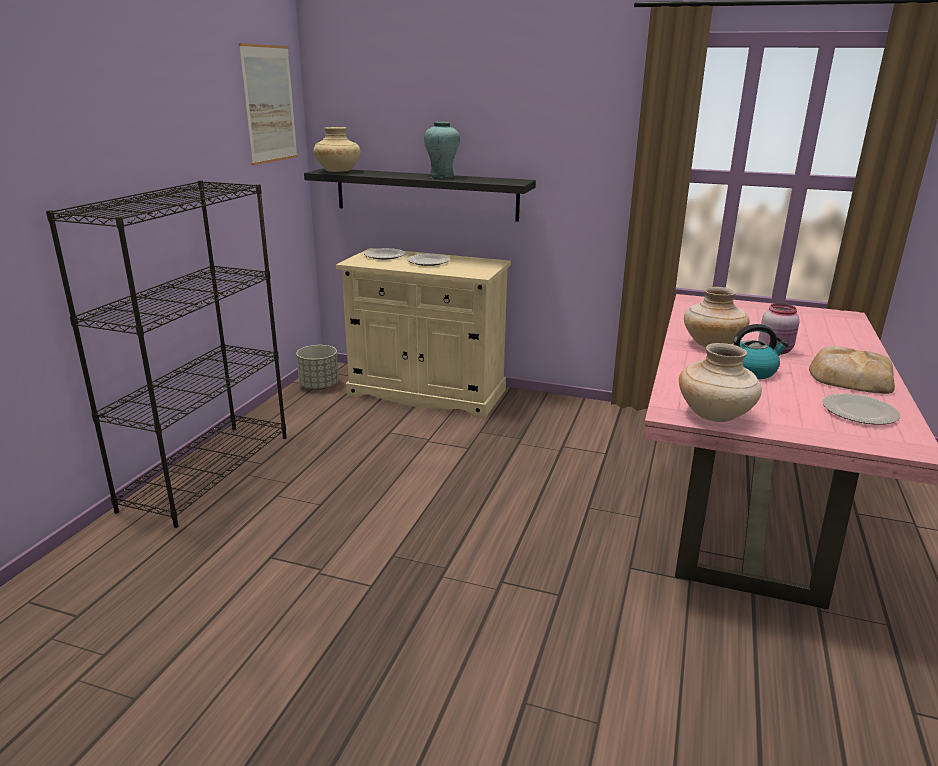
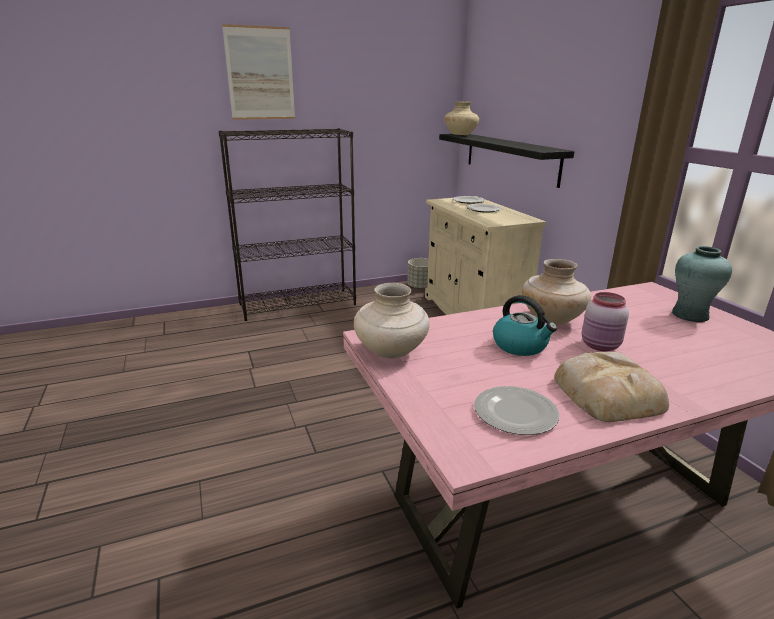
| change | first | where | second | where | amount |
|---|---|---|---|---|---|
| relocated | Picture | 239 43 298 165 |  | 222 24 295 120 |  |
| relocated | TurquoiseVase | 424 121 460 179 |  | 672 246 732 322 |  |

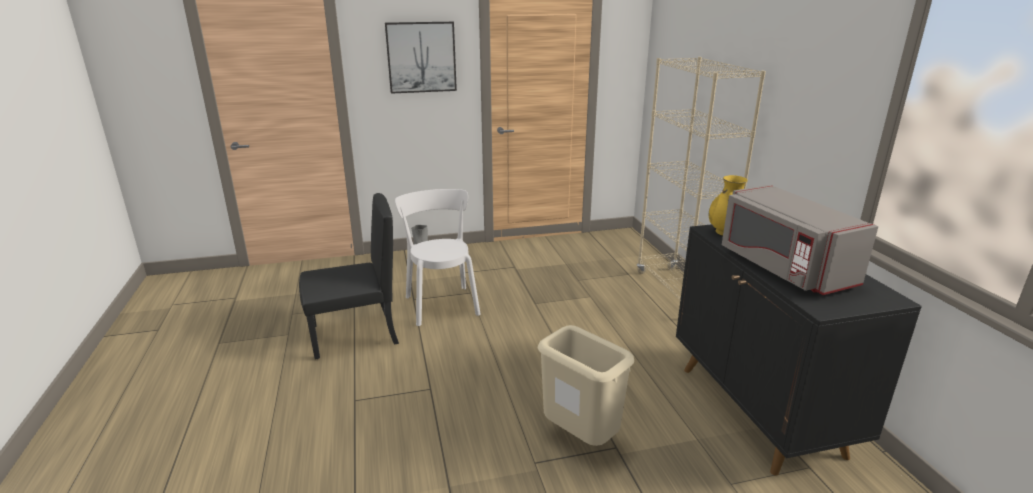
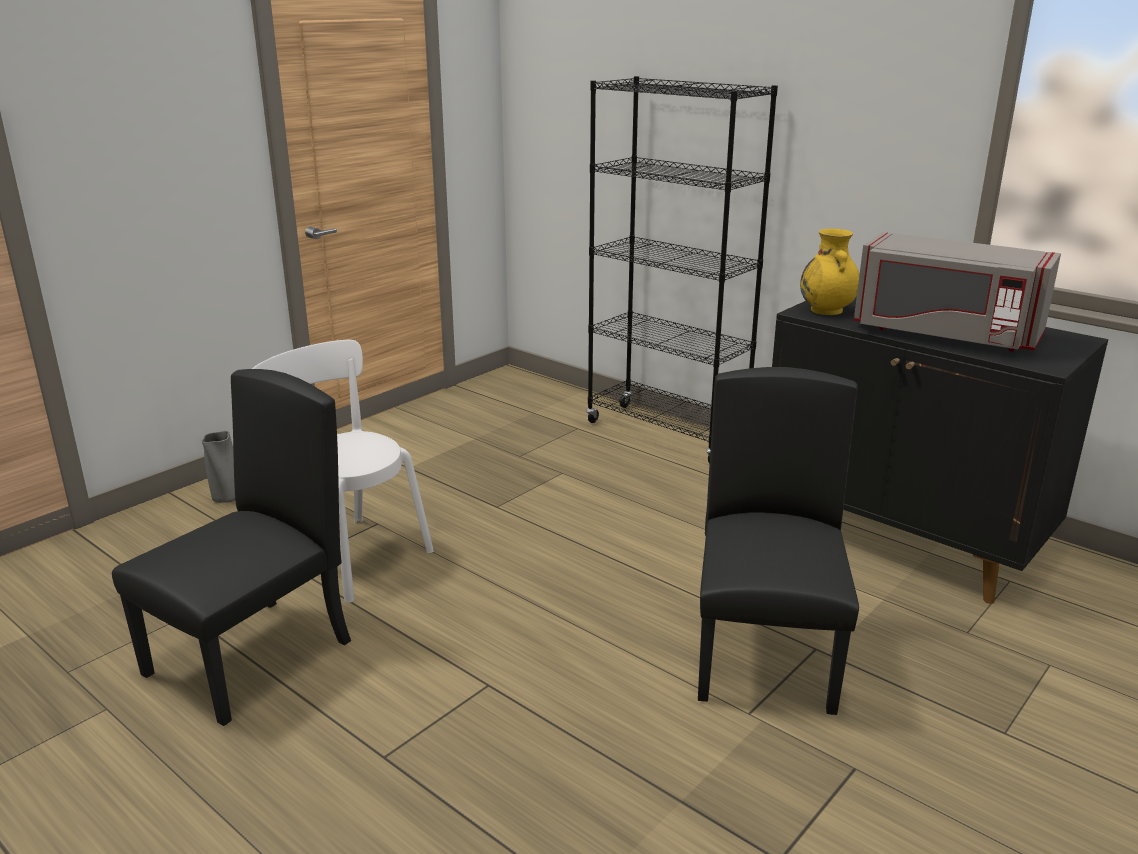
| change | first | where | second | where | amount |
|---|---|---|---|---|---|
| missing | Picture | 385 22 457 94 |  |  |  |
| colour | BeigeBookcase | 637 57 766 300 | BlackBookcase | 586 76 778 463 |  |
| exchanged | BeigeTrashCan | 538 325 634 446 | BlackChair | 698 367 859 715 |  |

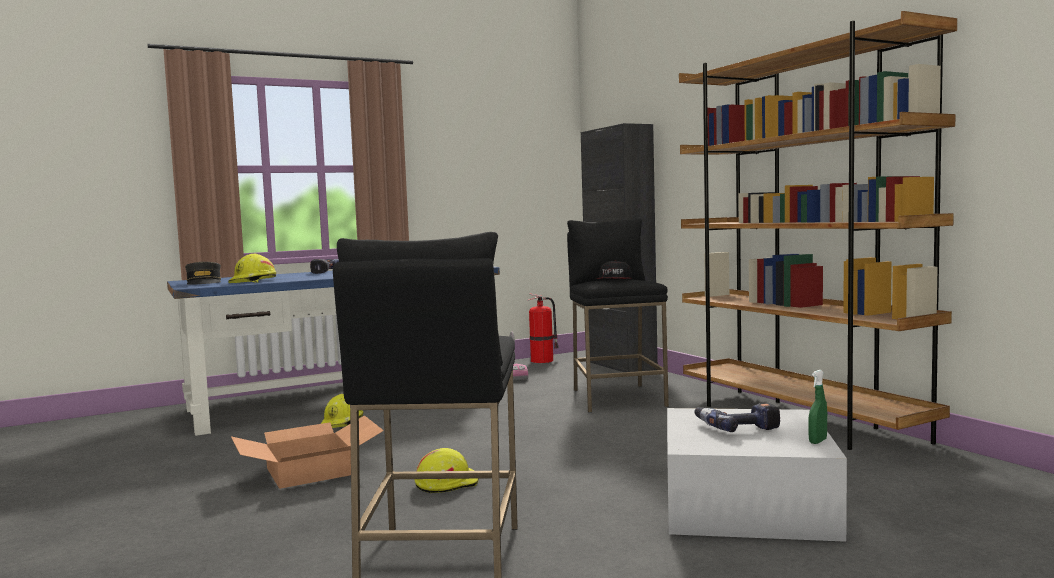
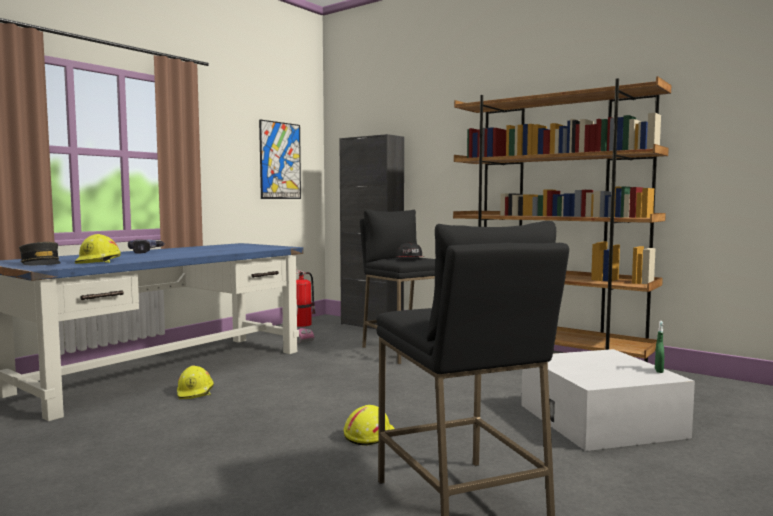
| change | first | where | second | where | amount |
|---|---|---|---|---|---|
| missing | PowerDrill | 695 403 780 432 |  |  |  |
| missing | CardboardBox | 231 415 384 489 |  |  |  |
| appeared |  |  | Picture | 259 119 301 199 |  |

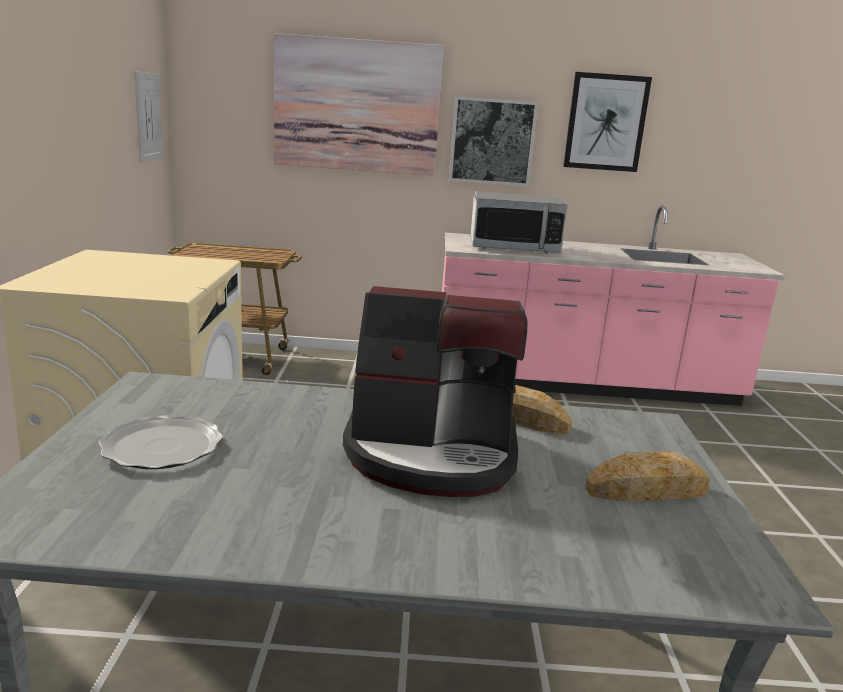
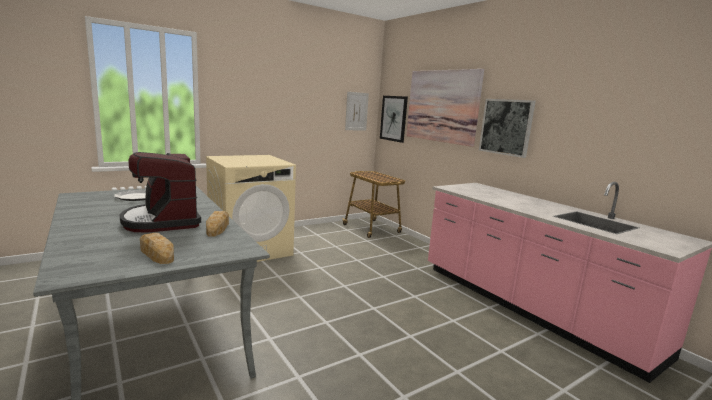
| change | first | where | second | where | amount |
|---|---|---|---|---|---|
| relocated | Picture | 563 72 652 172 |  | 380 96 408 143 |  |
| missing | Microwave | 470 191 568 253 |  |  |  |

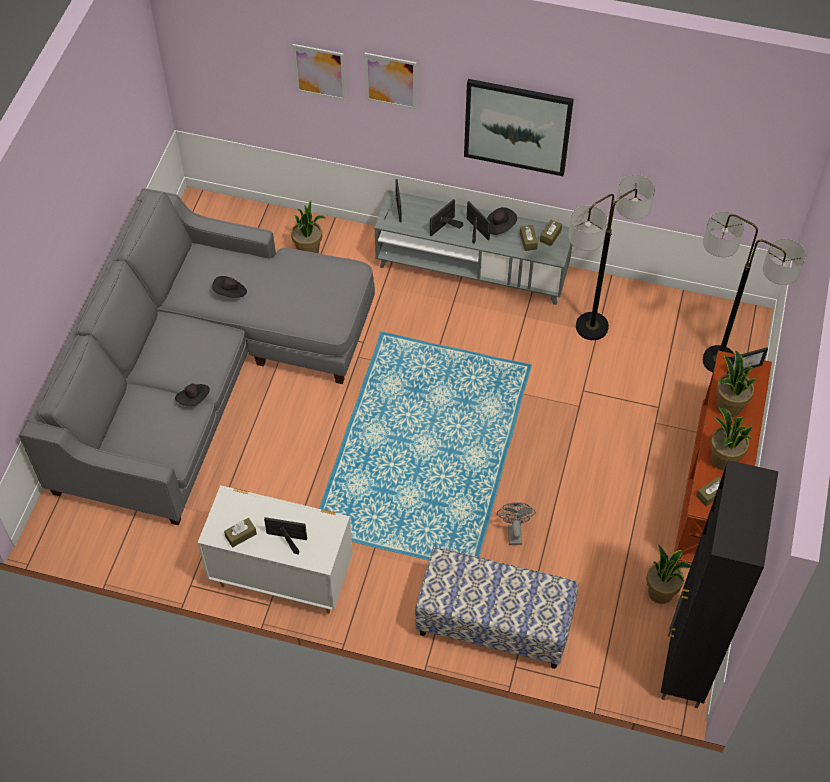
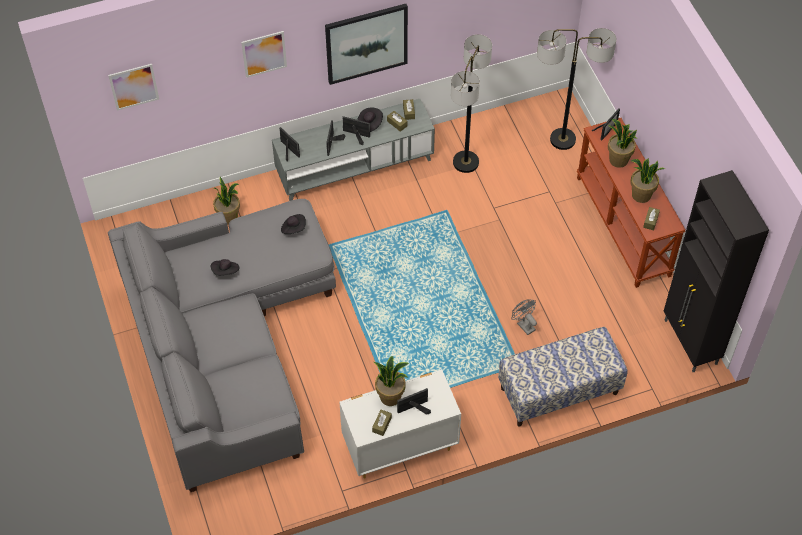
| change | first | where | second | where | amount |
|---|---|---|---|---|---|
| relocated | Picture | 292 44 346 101 |  | 108 64 159 111 |  |
| relocated | BlackHat | 175 384 210 406 |  | 281 214 306 234 |  |
| relocated | PottedPlant | 646 545 691 604 |  | 374 356 409 406 |  |

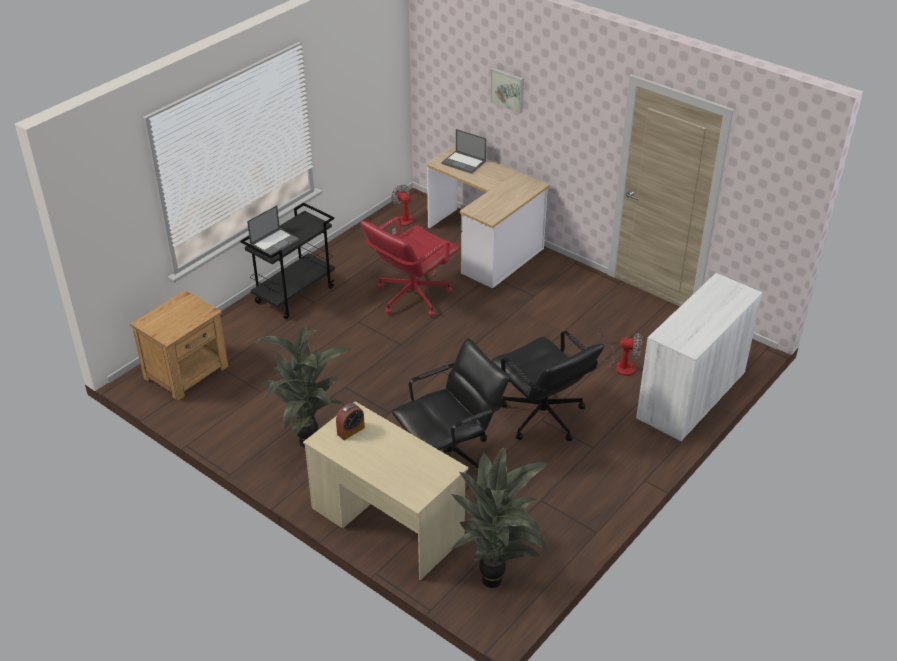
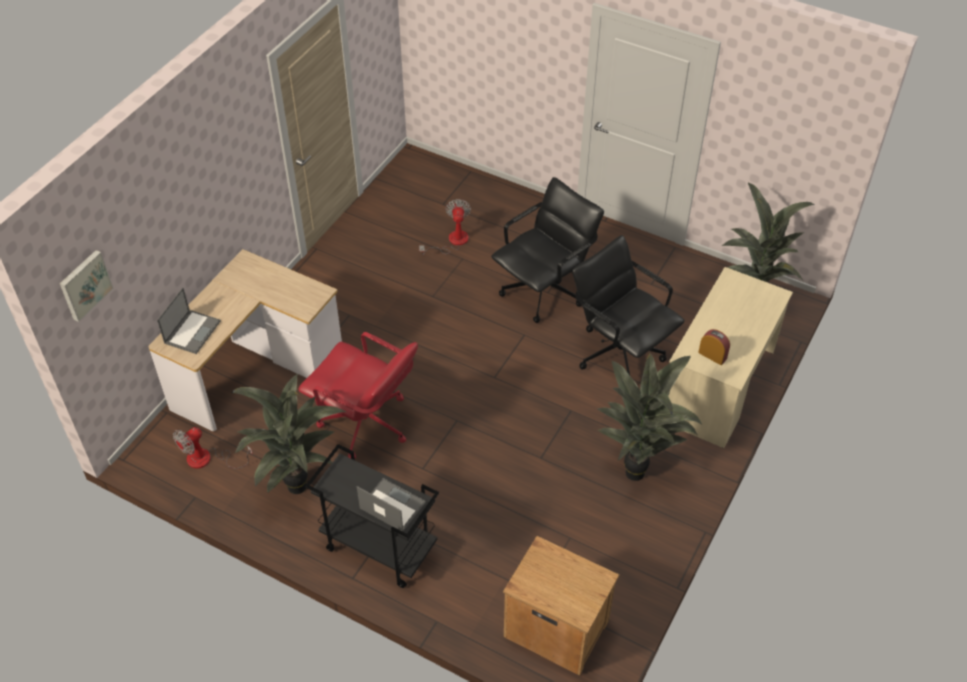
| change | first | where | second | where | amount |
|---|---|---|---|---|---|
| relocated | Picture | 490 68 524 114 |  | 60 250 113 322 |  |
| missing | WhiteCabinet | 636 273 763 442 |  |  |  |
| appeared |  |  | PottedPlant | 232 373 347 494 |  |

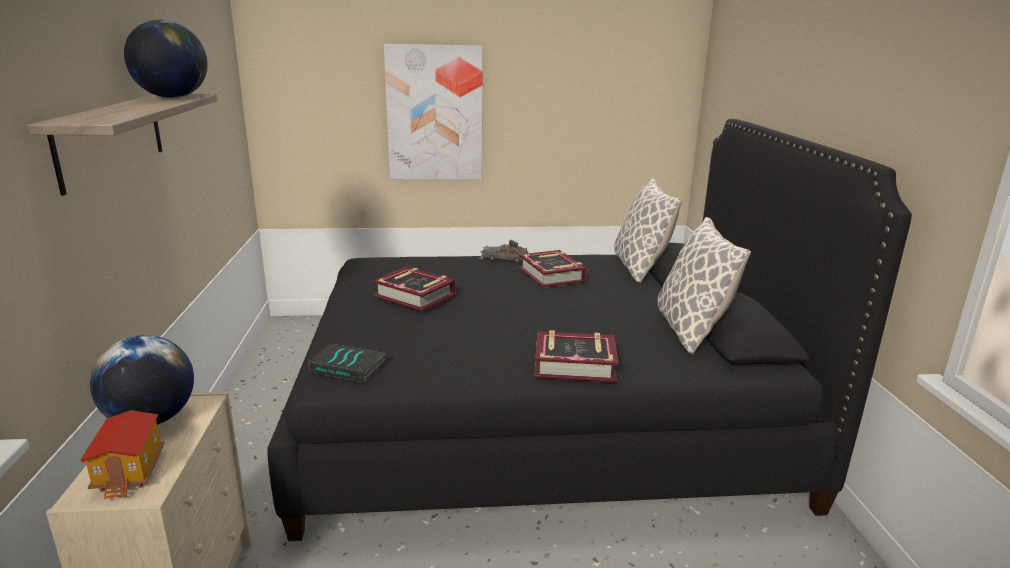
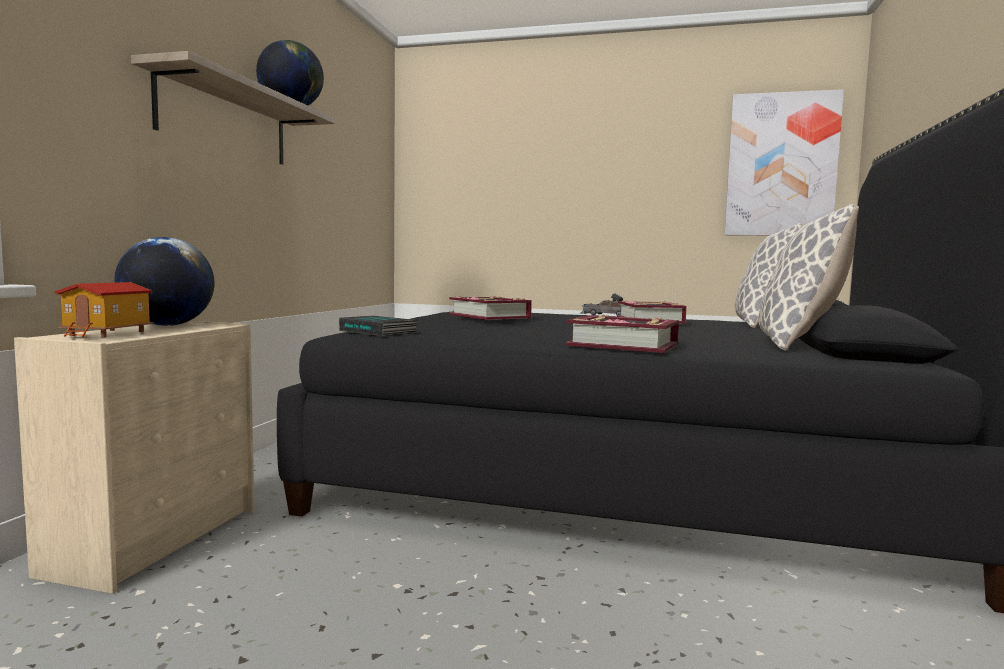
| change | first | where | second | where | amount |
|---|---|---|---|---|---|
| relocated | Picture | 384 44 483 180 |  | 724 89 844 236 |  |

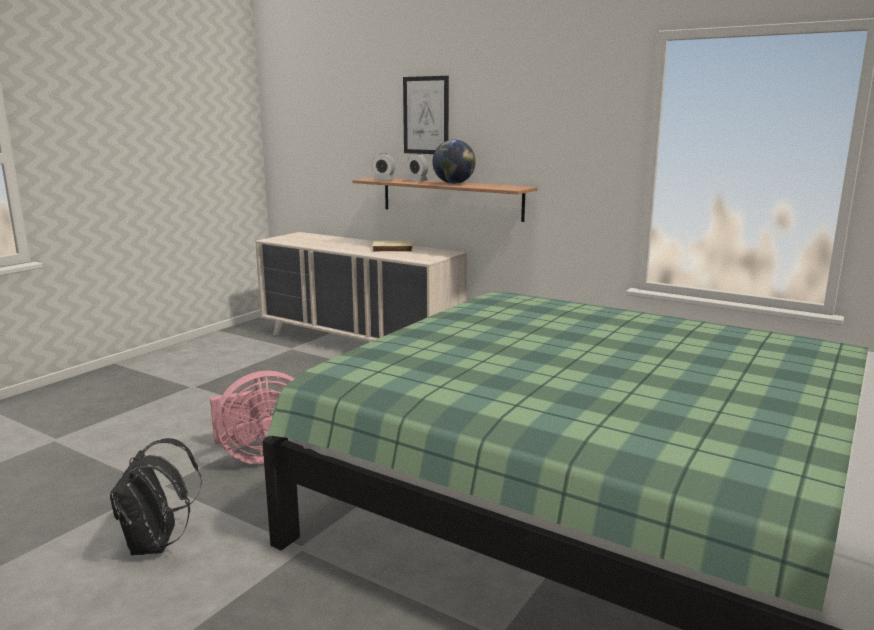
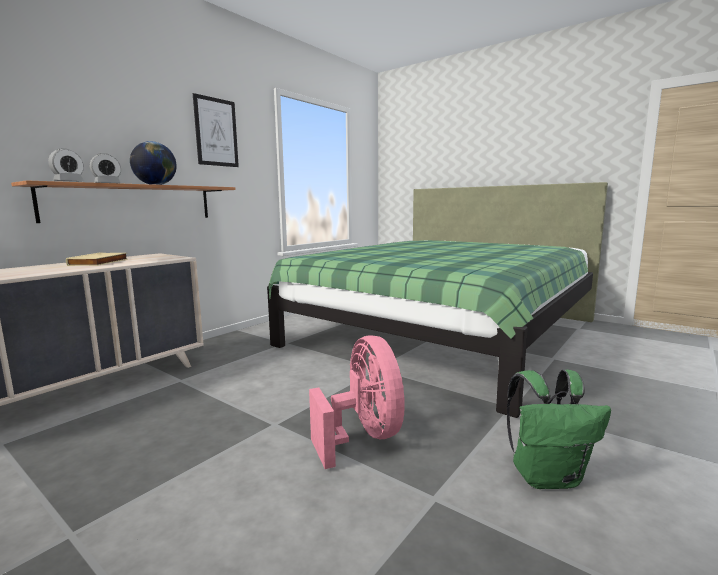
| change | first | where | second | where | amount |
|---|---|---|---|---|---|
| relocated | Picture | 403 76 449 154 |  | 193 93 239 167 |  |
| colour | BlackBackpack | 110 438 202 555 | GreenBackpack | 507 370 611 489 |  |

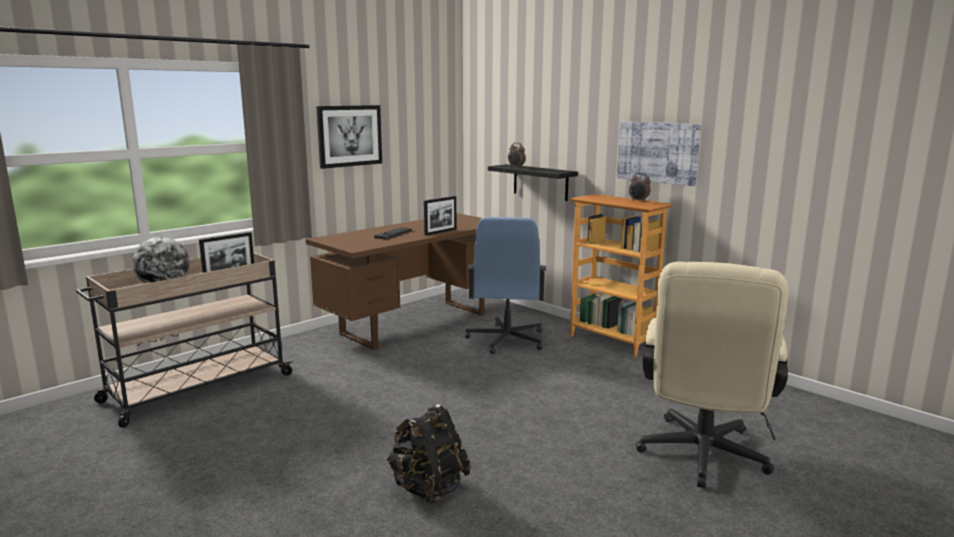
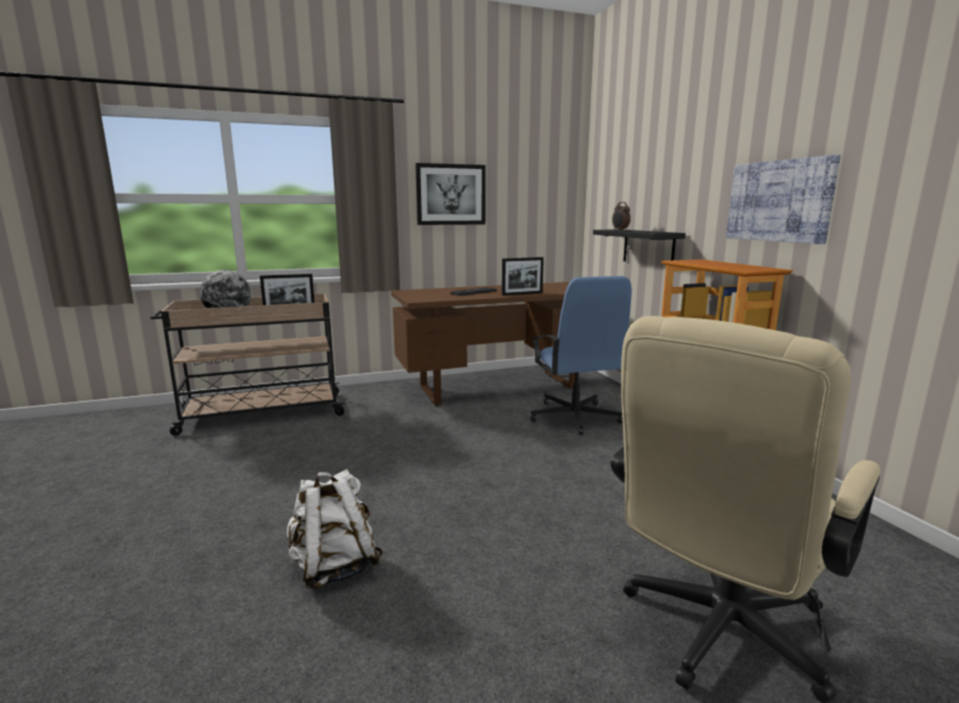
| change | first | where | second | where | amount |
|---|---|---|---|---|---|
| missing | AlarmClock | 629 173 651 202 |  |  |  |
| spun | BlueOfficeChair | 465 217 546 354 |  | 530 276 632 436 | 45 degrees counterclockwise |
| colour | BlackBackpack | 387 404 471 505 | WhiteBackpack | 287 469 383 589 |  |

